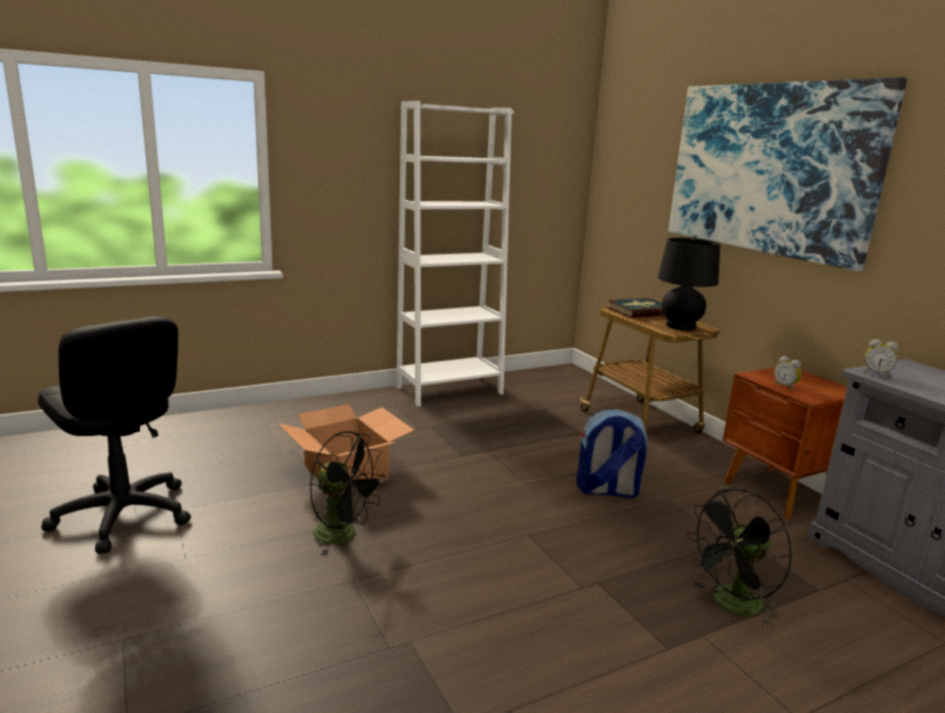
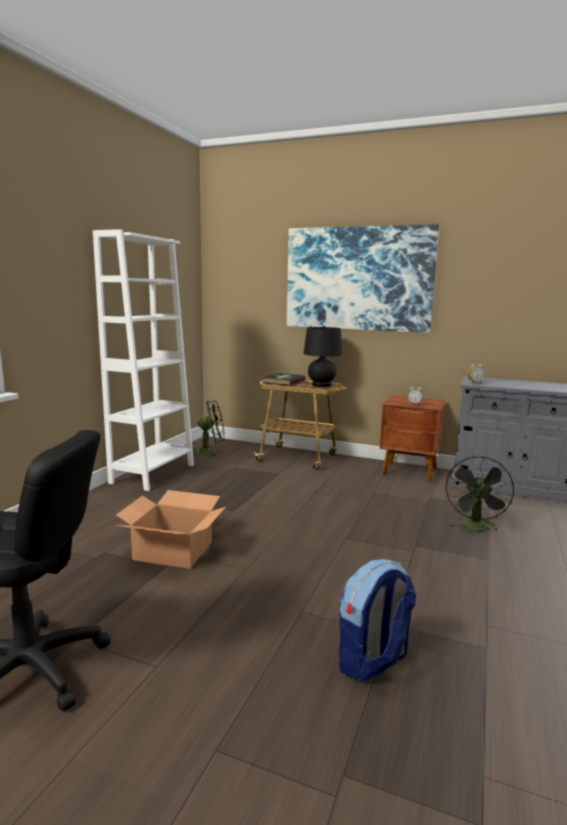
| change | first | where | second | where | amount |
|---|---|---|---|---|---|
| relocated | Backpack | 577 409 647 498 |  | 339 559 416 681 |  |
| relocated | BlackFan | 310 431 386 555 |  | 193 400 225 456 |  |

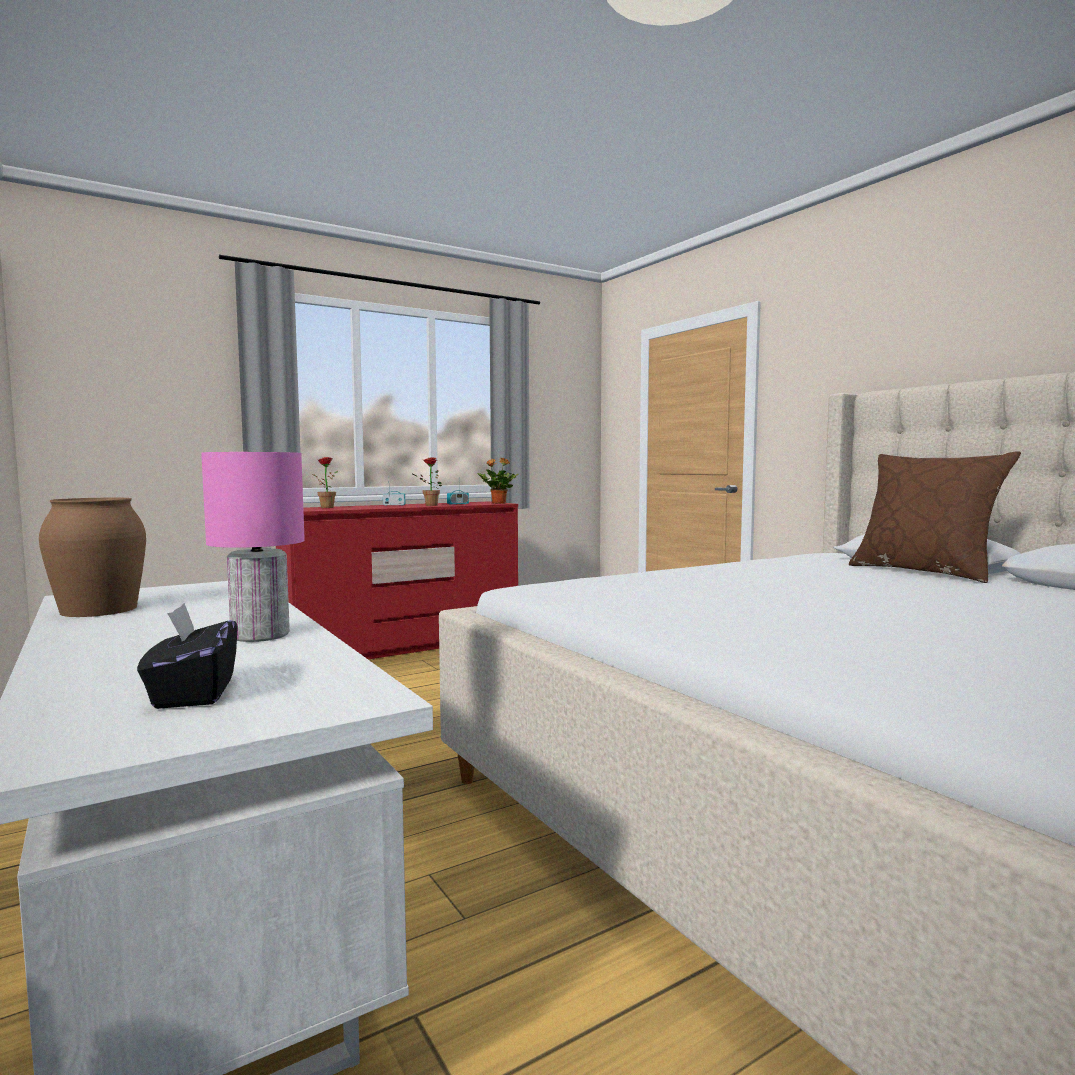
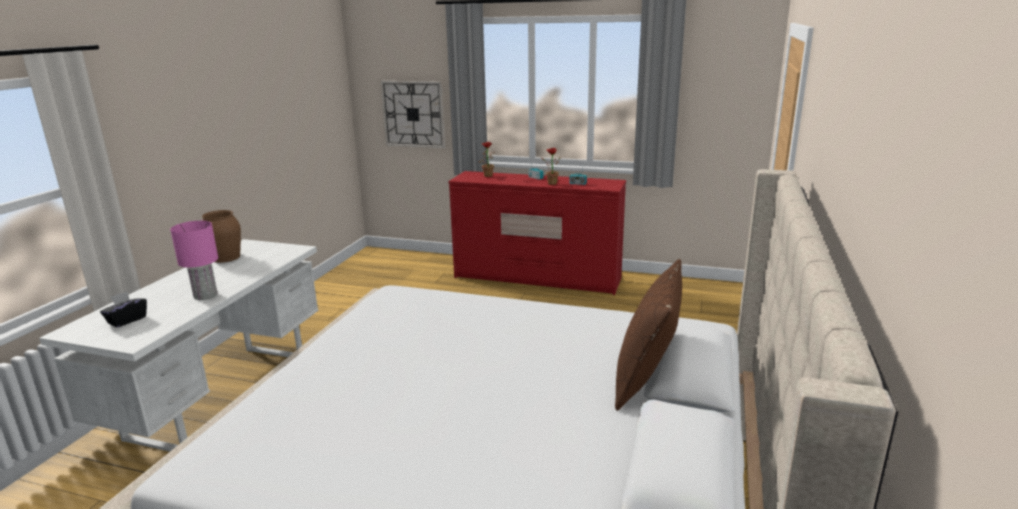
| change | first | where | second | where | amount |
|---|---|---|---|---|---|
| missing | PottedPlant | 477 458 518 504 |  |  |  |
| appeared |  |  | WallClock | 380 81 445 148 |  |

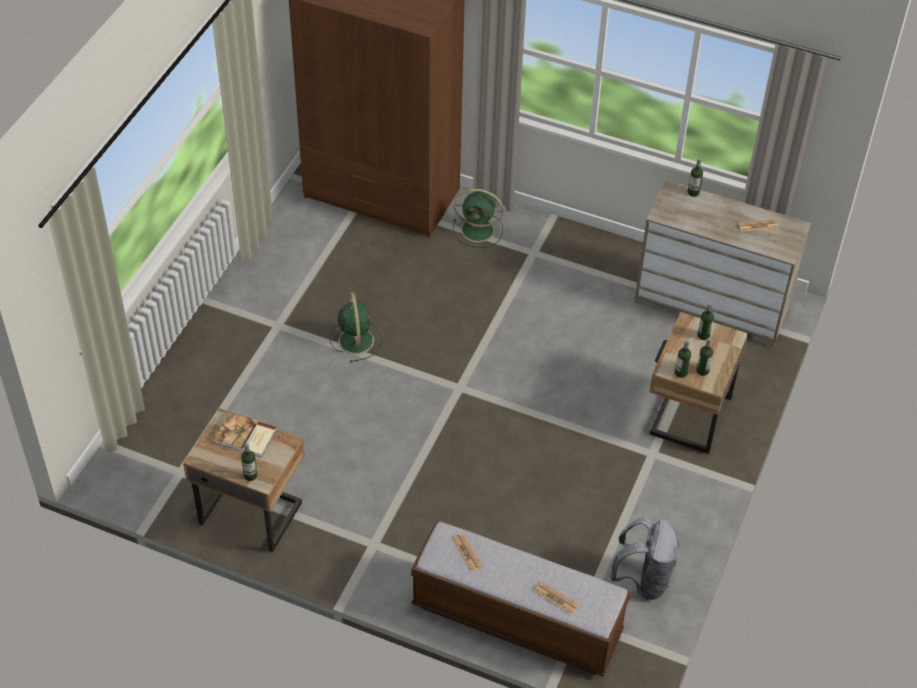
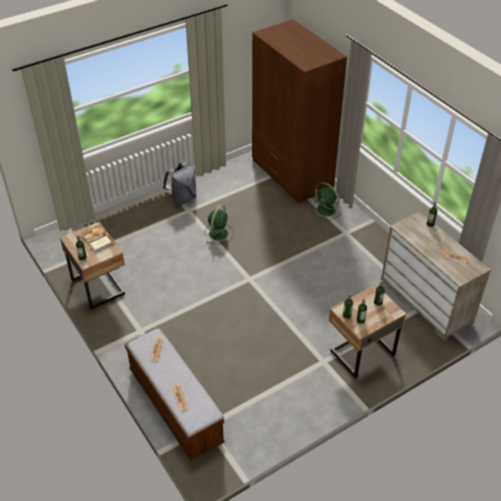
| change | first | where | second | where | amount |
|---|---|---|---|---|---|
| relocated | GreyBackpack | 610 517 680 600 |  | 163 162 197 206 |  |

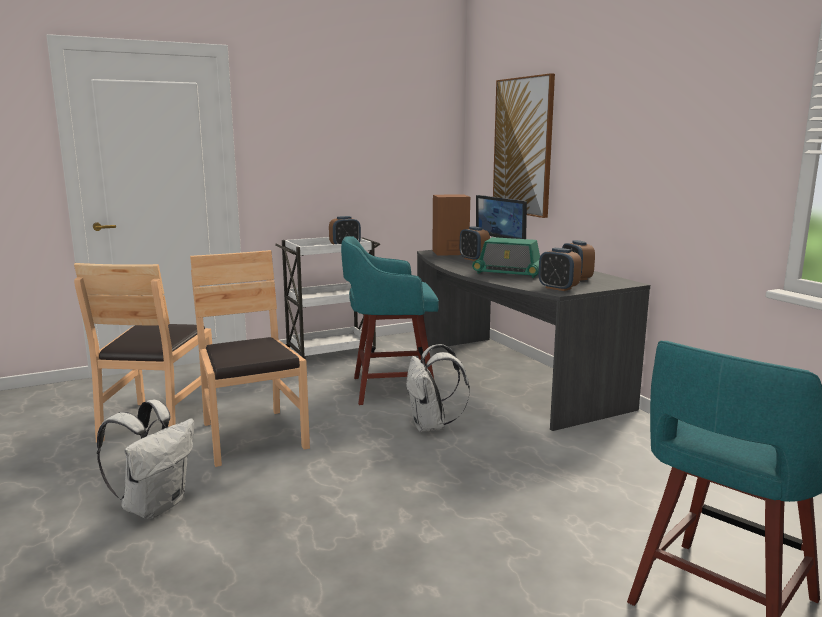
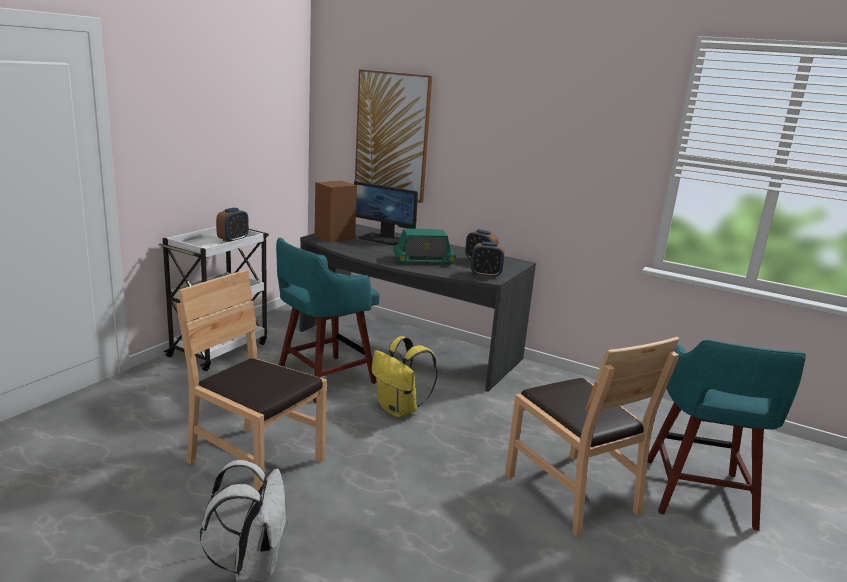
| change | first | where | second | where | amount |
|---|---|---|---|---|---|
| missing | AlarmClock | 460 226 490 261 |  |  |  |
| relocated | BrownChair | 74 263 212 443 |  | 505 337 679 537 |  |
| colour | WhiteBackpack | 406 344 470 432 | YellowBackpack | 372 336 438 418 |  |

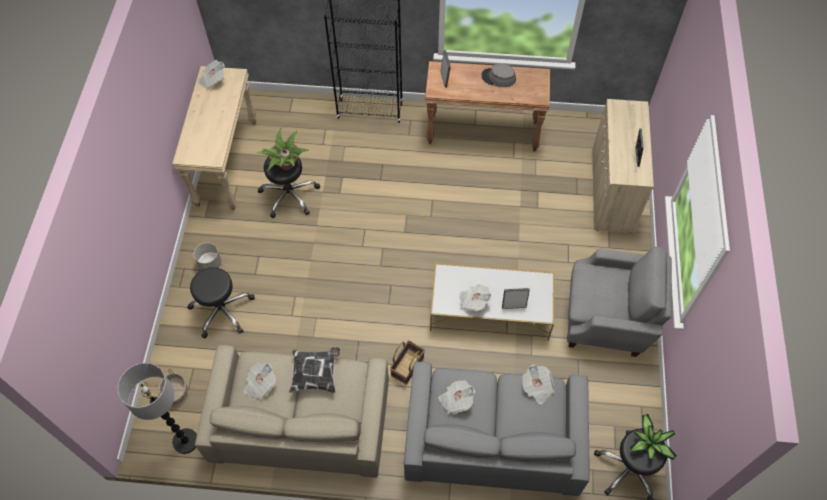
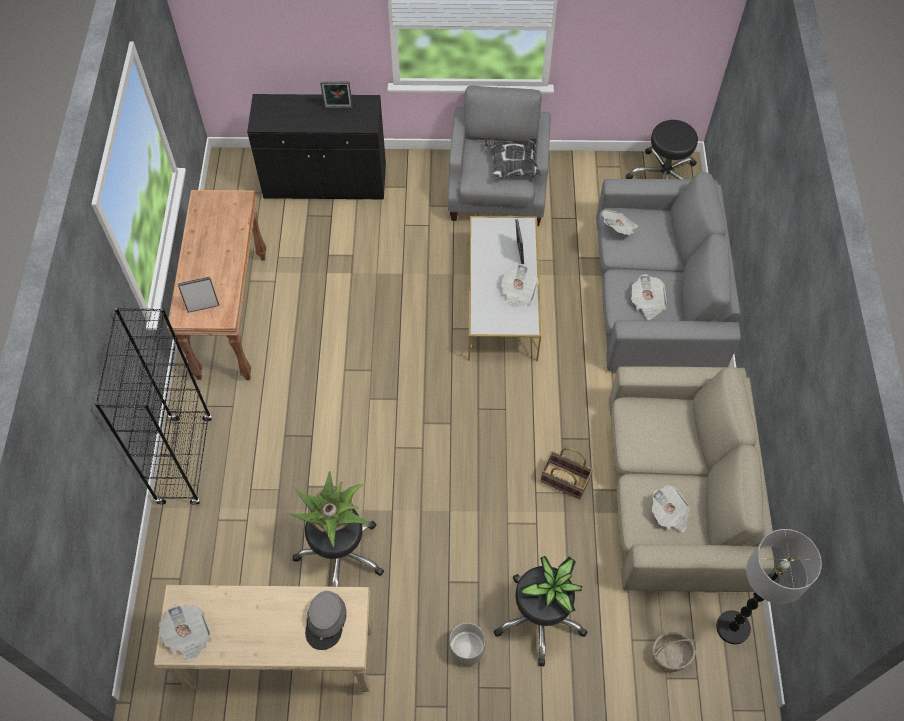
| change | first | where | second | where | amount |
|---|---|---|---|---|---|
| relocated | GreyHat | 481 63 516 87 |  | 305 591 346 650 |  |
| colour | BeigeCabinet | 592 99 654 233 | BlackCabinet | 247 94 386 199 |  |
| relocated | Basket | 390 340 425 385 |  | 540 448 593 499 |  |
| relocated | Pillow | 289 347 340 393 |  | 485 138 542 179 |  |
| relocated | PottedPlant | 630 414 677 460 |  | 520 556 582 614 |  |

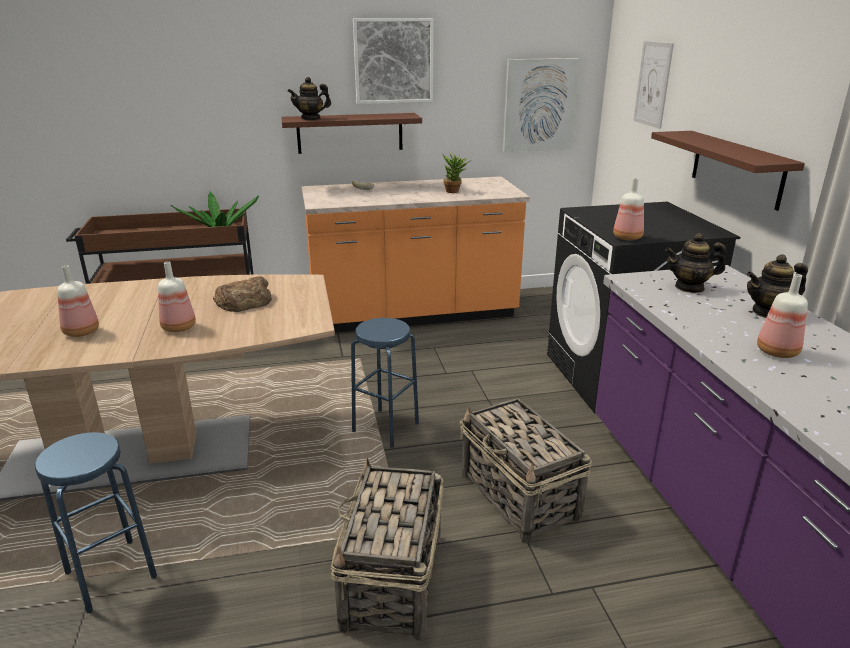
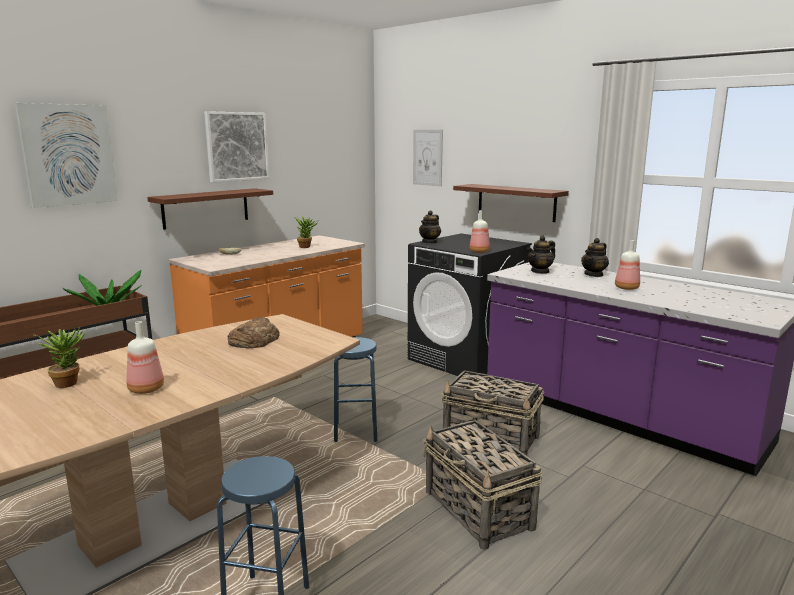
| change | first | where | second | where | amount |
|---|---|---|---|---|---|
| relocated | Picture | 503 58 580 152 |  | 15 103 118 208 |  |
| relocated | Teapot | 287 77 331 120 |  | 419 210 441 244 |  |
| missing | Bottle | 158 261 196 332 |  |  |  |
| appeared |  |  | PottedPlant | 34 327 85 388 |  |

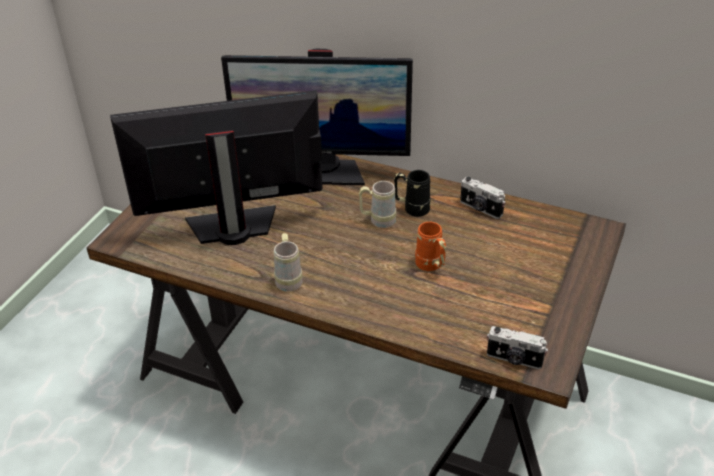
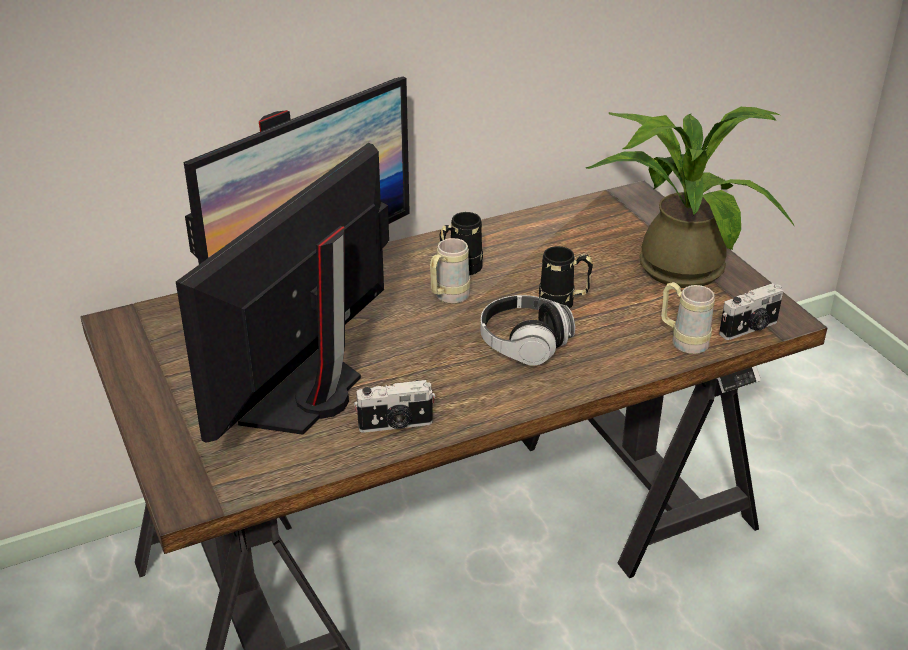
| change | first | where | second | where | amount |
|---|---|---|---|---|---|
| relocated | PhotoCamera | 460 177 505 219 |  | 354 380 436 433 |  |
| colour | OrangeMug | 415 222 446 271 | BlackMug | 539 246 593 309 |  |
| relocated | BeigeMug | 274 233 302 292 |  | 661 282 715 354 |  |
| appeared |  |  | PottedPlant | 586 107 795 288 |  |
| appeared |  |  | Headphones | 481 295 575 366 |  |

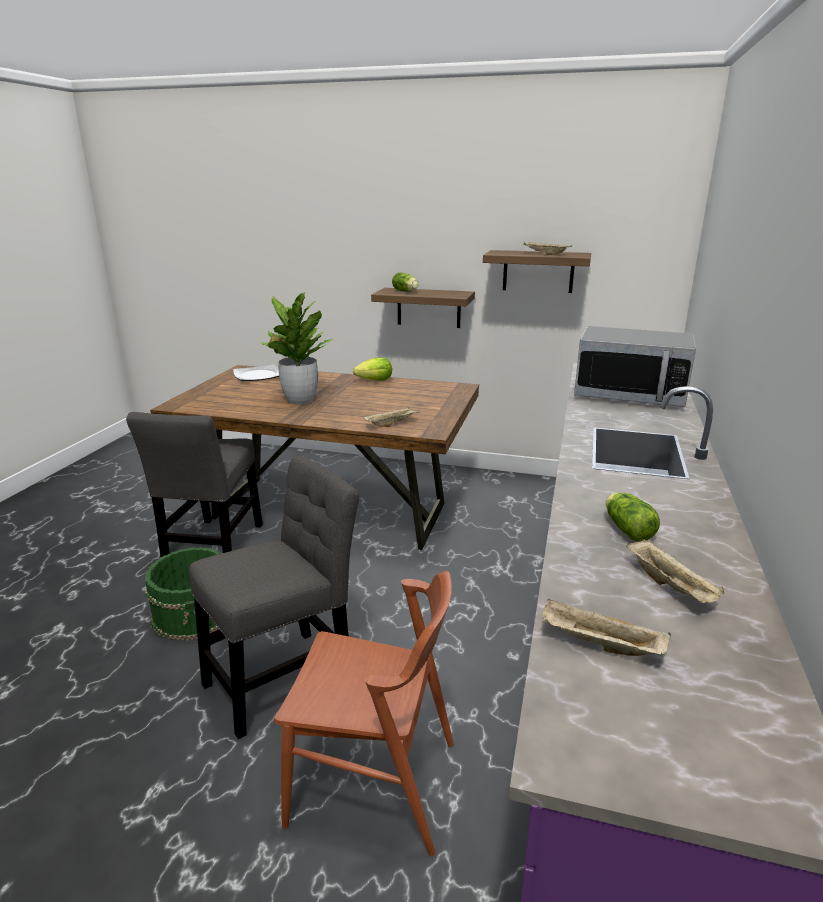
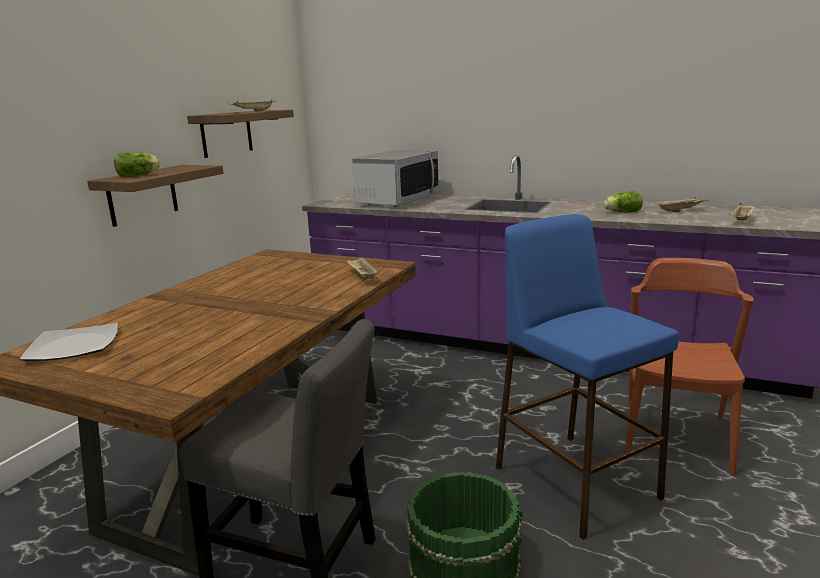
| change | first | where | second | where | amount |
|---|---|---|---|---|---|
| missing | PottedPlant | 260 292 334 405 |  |  |  |
| missing | Lettuce | 353 357 392 381 |  |  |  |
| exchanged | GreyChair | 189 455 359 739 | BlueStool | 496 214 679 540 |  |

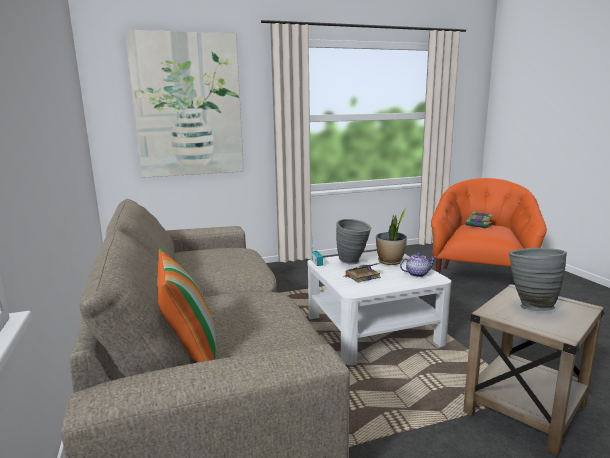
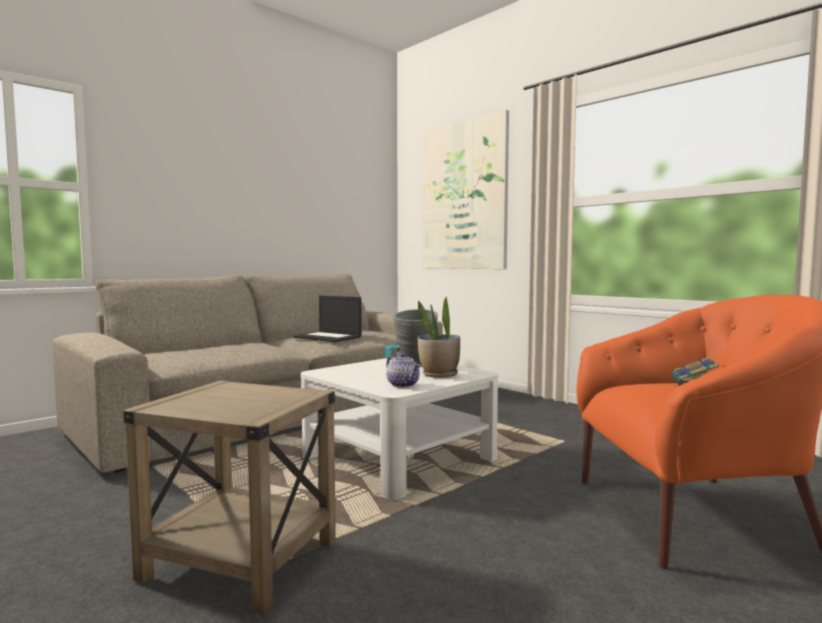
| change | first | where | second | where | amount |
|---|---|---|---|---|---|
| missing | Pillow | 157 248 216 362 |  |  |  |
| missing | GreyVase | 509 248 567 311 |  |  |  |
| missing | Book | 345 263 381 283 |  |  |  |
| appeared |  |  | Laptop | 293 295 362 342 |  |

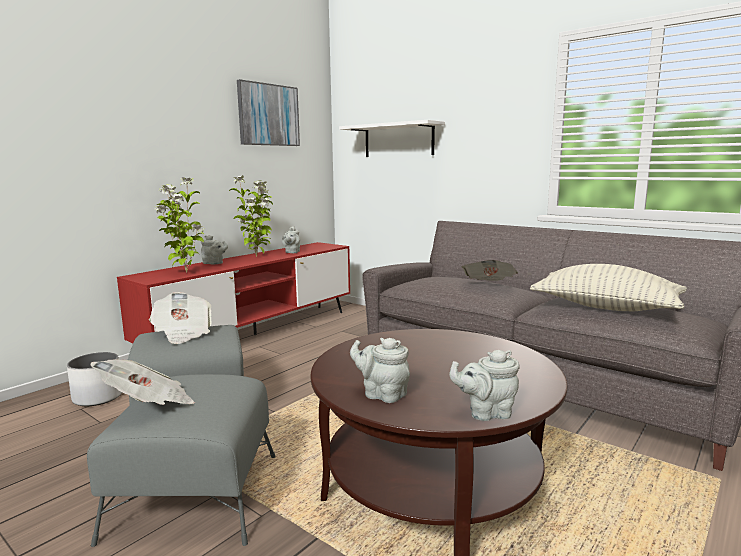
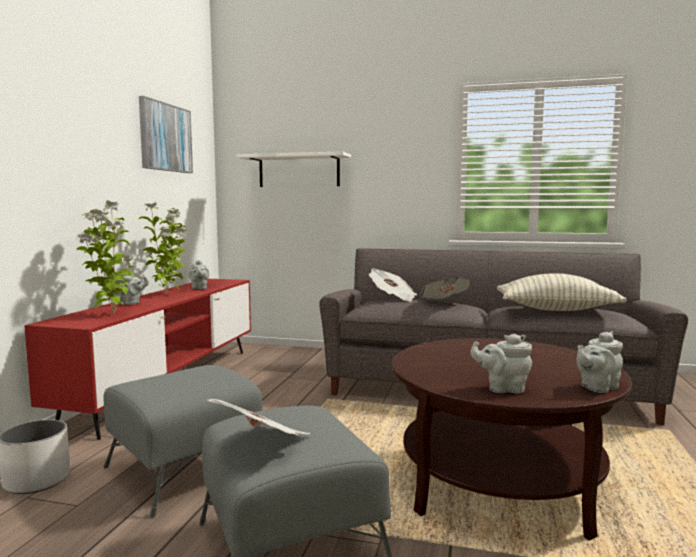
| change | first | where | second | where | amount |
|---|---|---|---|---|---|
| relocated | Newspaper | 149 292 212 344 |  | 369 269 417 302 |  |

